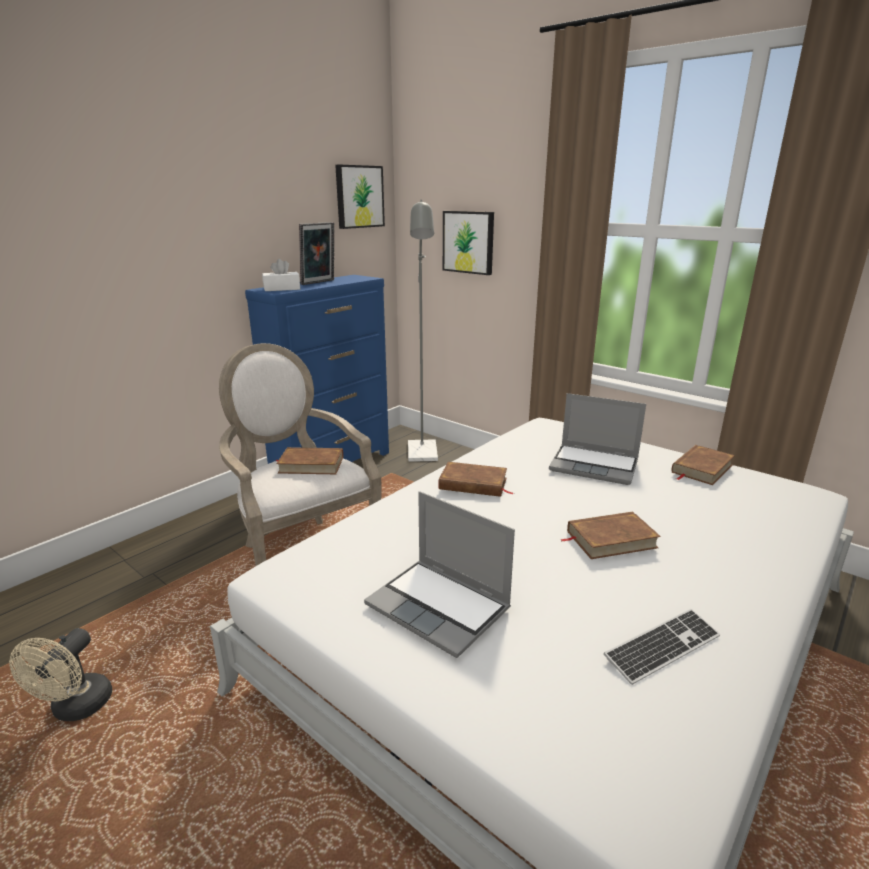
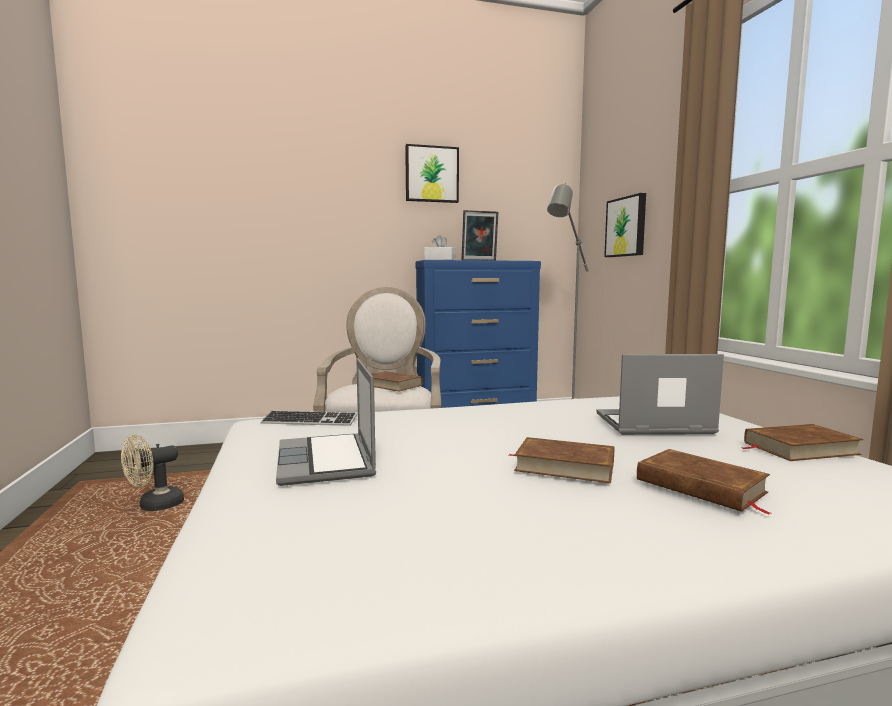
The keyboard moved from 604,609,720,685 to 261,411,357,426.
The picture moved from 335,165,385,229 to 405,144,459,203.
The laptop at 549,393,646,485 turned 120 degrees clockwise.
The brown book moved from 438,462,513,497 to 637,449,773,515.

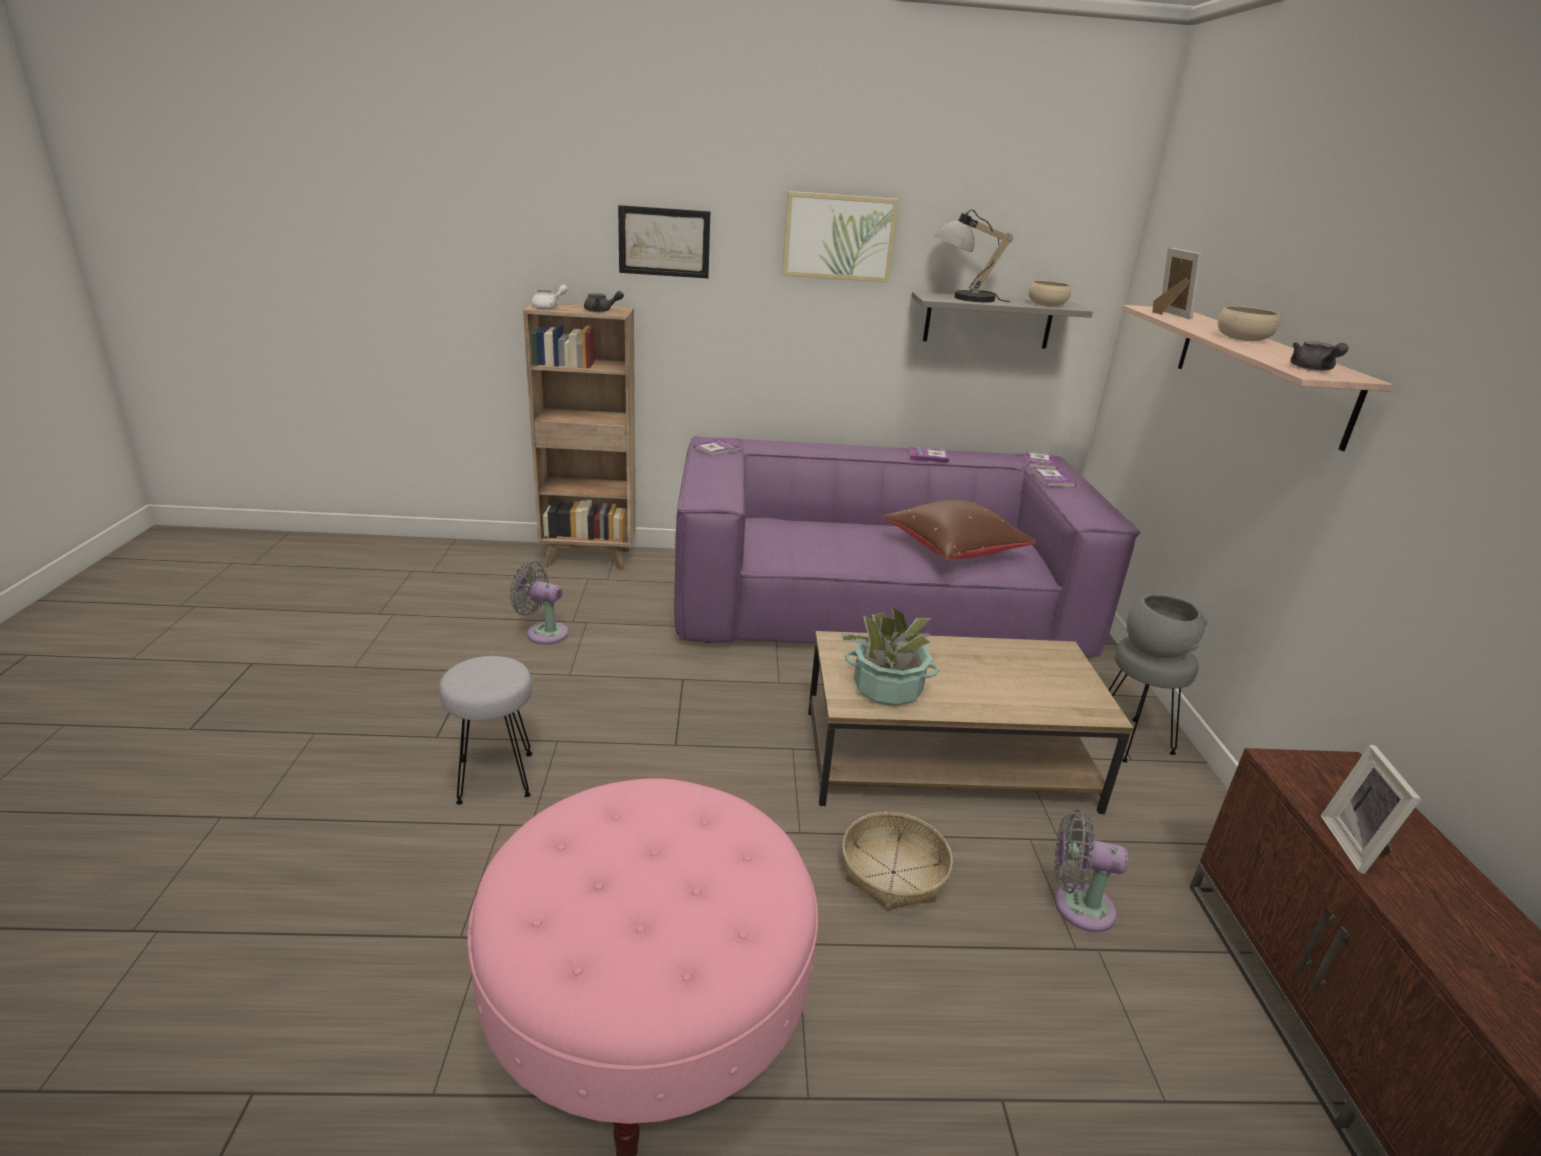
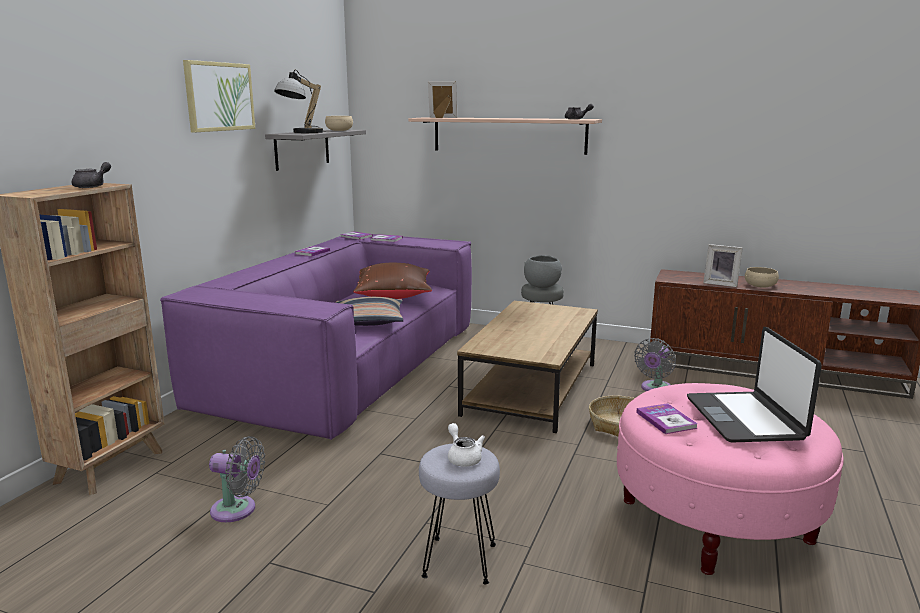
The grey fan at 510,561,569,645 turned 120 degrees counterclockwise.
The pillow at 336,297,404,326 appeared.
The white teapot moved from 531,285,568,309 to 448,423,485,467.
The book moved from 694,438,742,457 to 636,403,698,434.
The laptop at 687,327,822,442 appeared.
The beige bowl moved from 1218,306,1280,341 to 745,267,779,288.
The picture at 618,205,711,278 disappeared.
The potted plant at 841,607,940,706 disappeared.

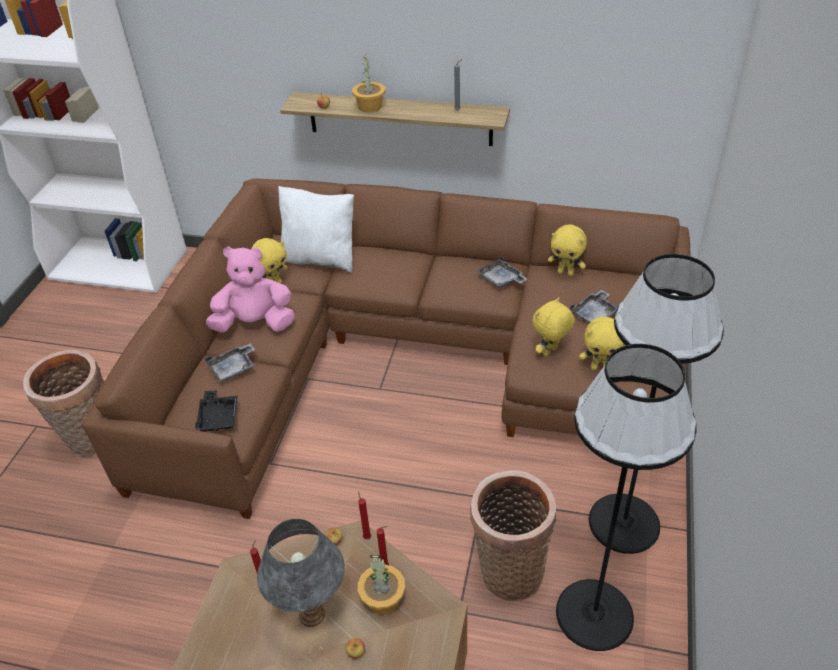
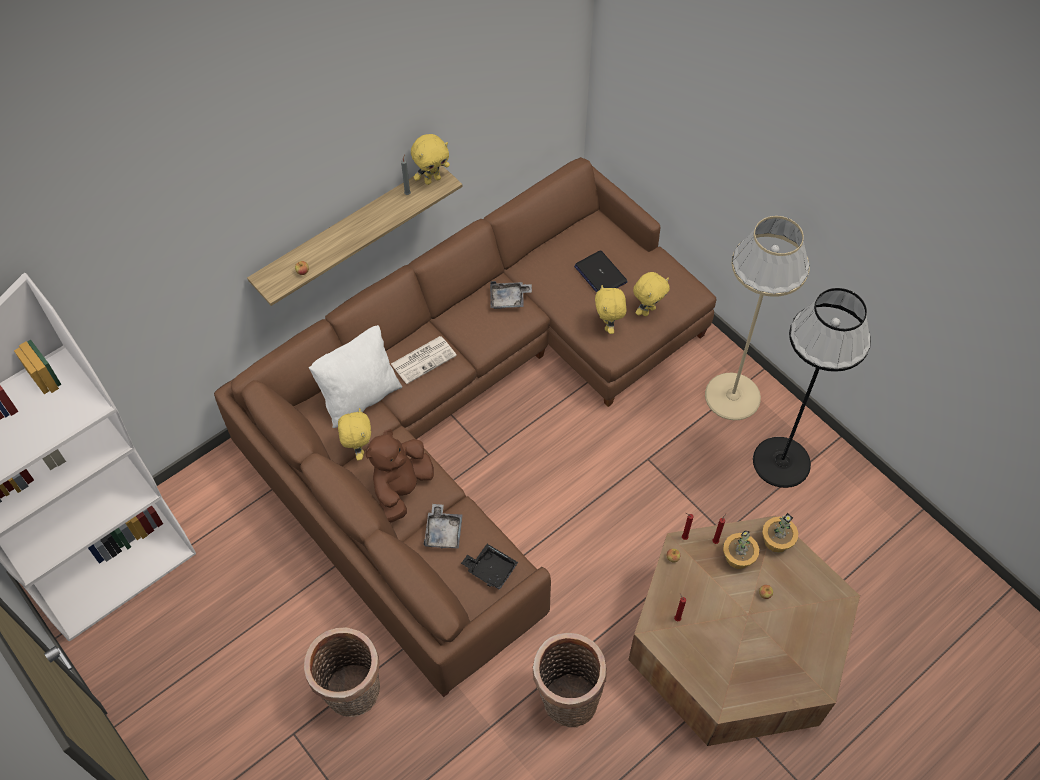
The pink plush toy at 206,246,295,333 became the brown plush toy at 365,429,434,523.
The newspaper at 391,336,457,384 appeared.
The yellow plush toy moved from 548,225,587,276 to 411,134,450,185.
The basket moved from 470,471,556,601 to 533,633,607,727.
The grey tray at 570,290,618,323 was replaced by the laptop at 574,250,628,293.
The black floor lamp at 589,254,724,554 became the beige floor lamp at 705,216,810,420.
The potted plant moved from 352,54,385,112 to 762,513,798,553.
The grey table lamp at 257,519,345,627 disappeared.

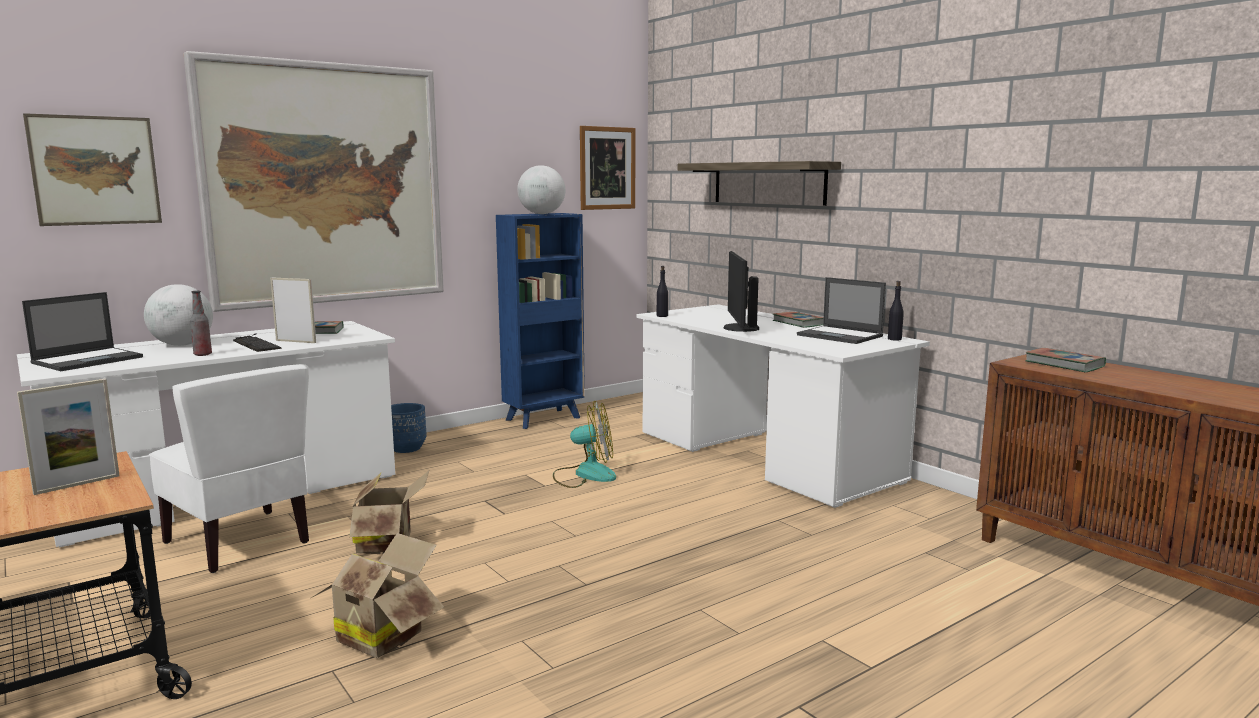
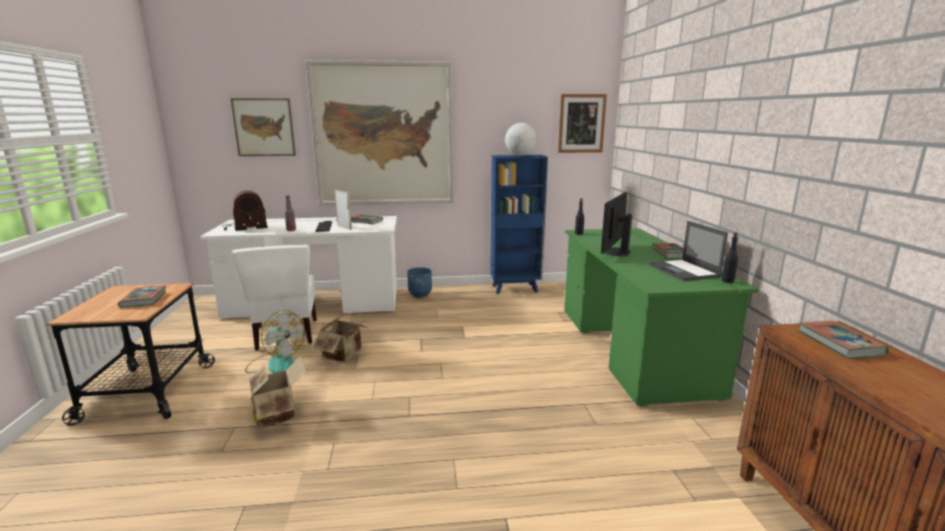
The picture frame at 17,379,120,495 was replaced by the book at 118,285,166,308.
The laptop at 22,292,143,371 was replaced by the radio at 222,190,268,231.
The fan moved from 553,401,616,488 to 245,310,305,373.
The white desk at 636,304,930,508 became the green desk at 564,228,759,406.
The globe at 144,284,213,346 disappeared.
The shelf at 678,161,841,206 disappeared.

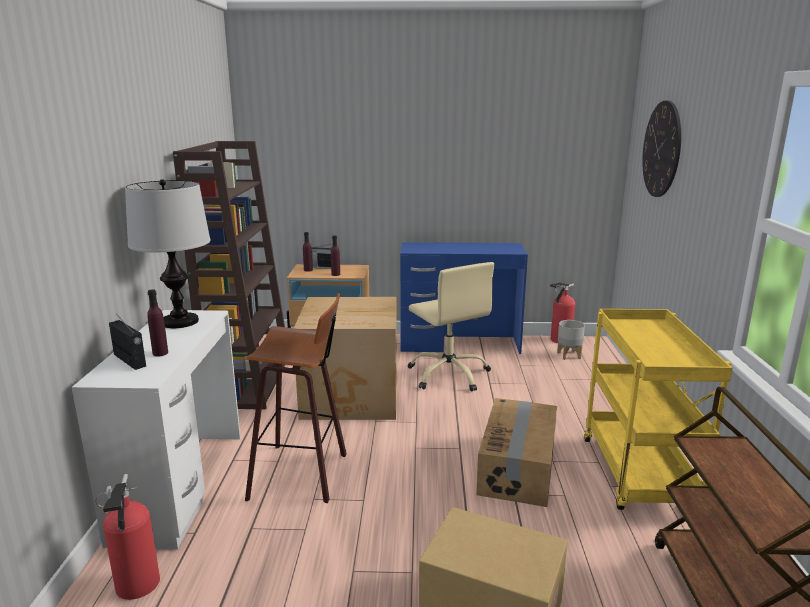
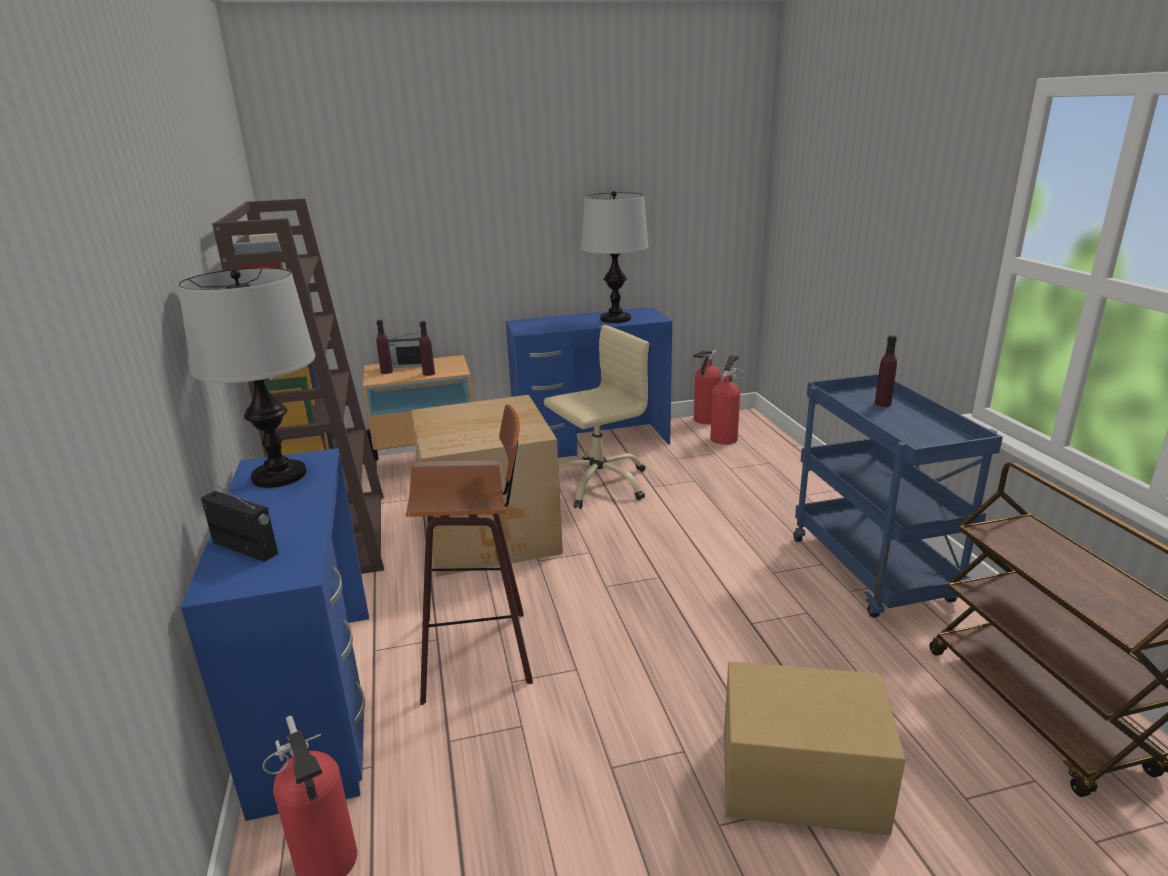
The white desk at 72,310,241,550 became the blue desk at 181,448,369,821.
The beige office chair at 408,262,494,392 turned 75 degrees counterclockwise.
The table lamp at 581,191,648,323 appeared.
The grey planter at 557,320,585,360 was replaced by the fire extinguisher at 710,355,743,445.
The yellow cart at 584,309,733,510 became the blue cart at 793,374,1003,618.
The purple bottle moved from 147,289,168,357 to 875,335,897,407.
The cardboard box at 476,398,557,507 disappeared.
The wall clock at 642,101,681,197 disappeared.

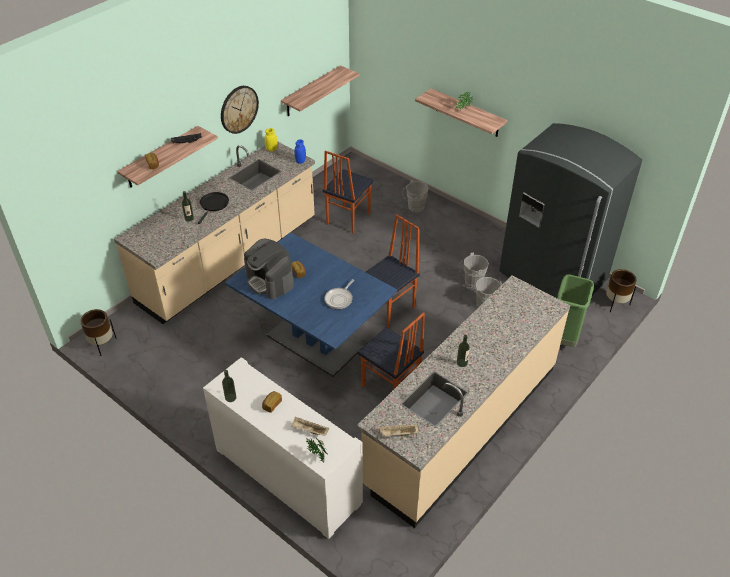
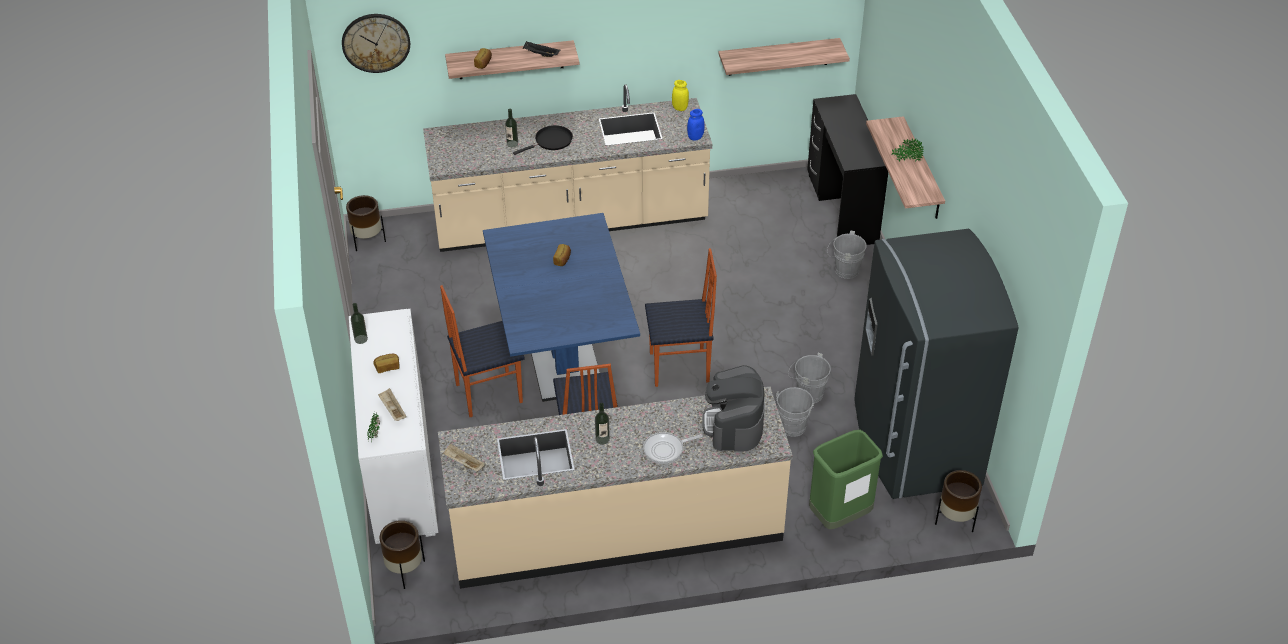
The wall clock moved from 221,86,259,134 to 342,14,410,73.
The brown planter at 380,520,425,589 appeared.
The chair moved from 323,151,374,234 to 440,285,525,417.
The frying pan moved from 325,279,354,309 to 643,432,702,464.
The coffee machine moved from 244,239,294,299 to 702,365,765,451.
The black desk at 807,94,888,245 appeared.

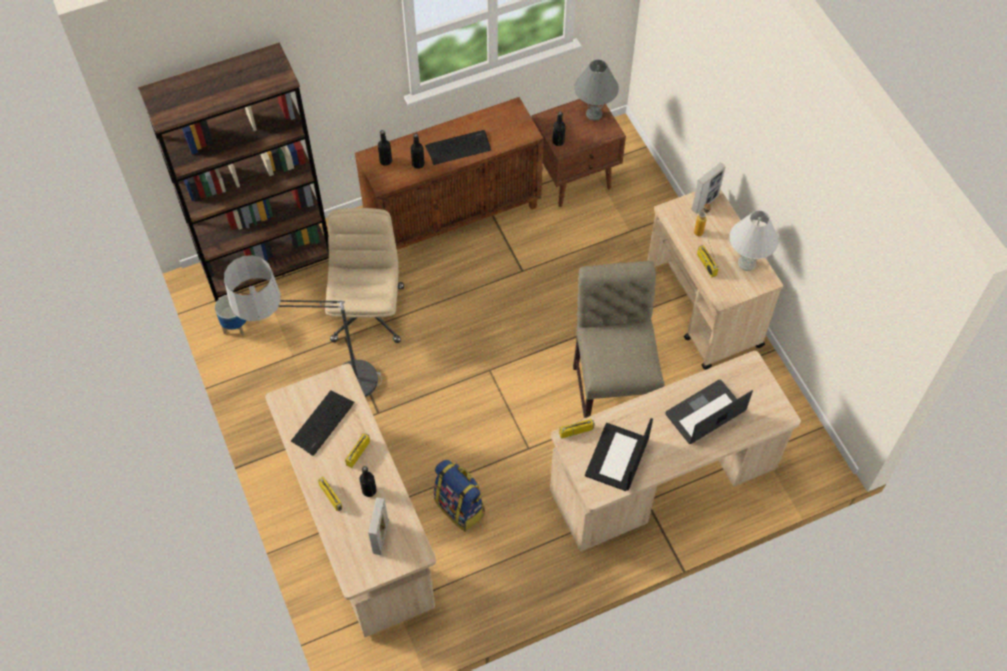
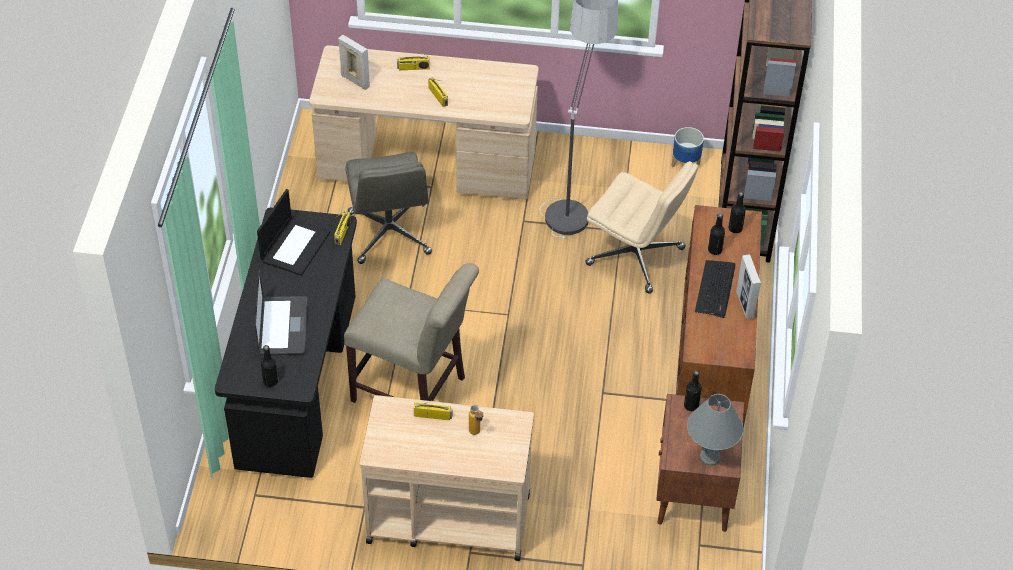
The beige desk at 550,351,801,552 became the black desk at 215,208,357,478.
The laptop at 585,418,653,491 turned 60 degrees clockwise.
The black bottle moved from 359,466,377,497 to 261,345,278,387.
The backpack at 434,460,485,532 was replaced by the grey office chair at 346,152,432,264.
The picture frame moved from 692,162,725,213 to 736,254,761,319.
The keyboard at 291,390,354,456 disappeared.
The white table lamp at 729,210,779,271 disappeared.

